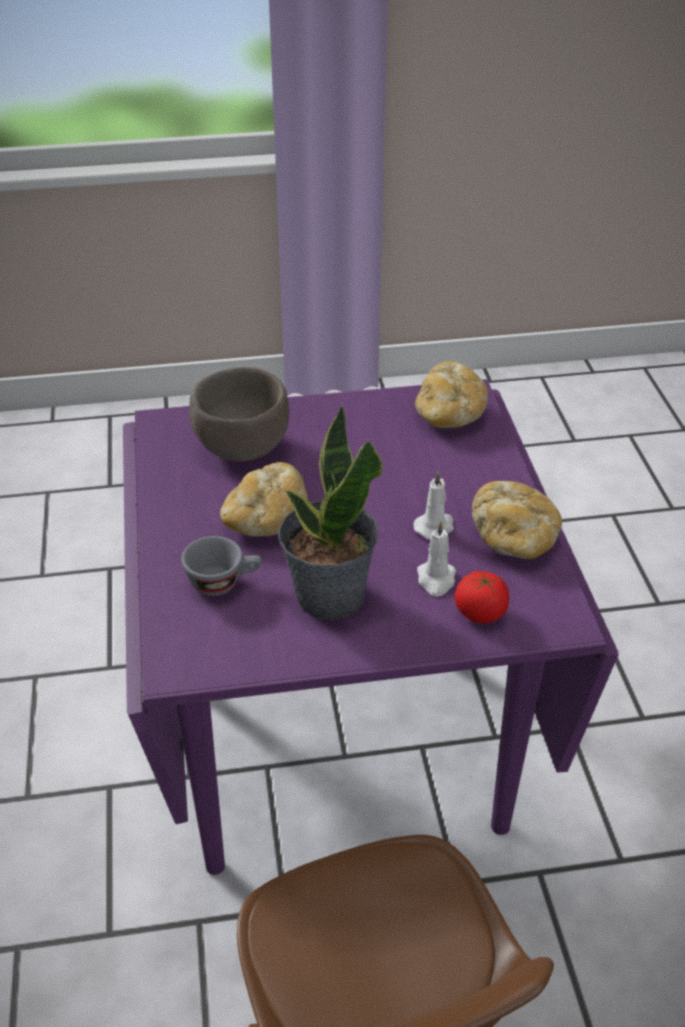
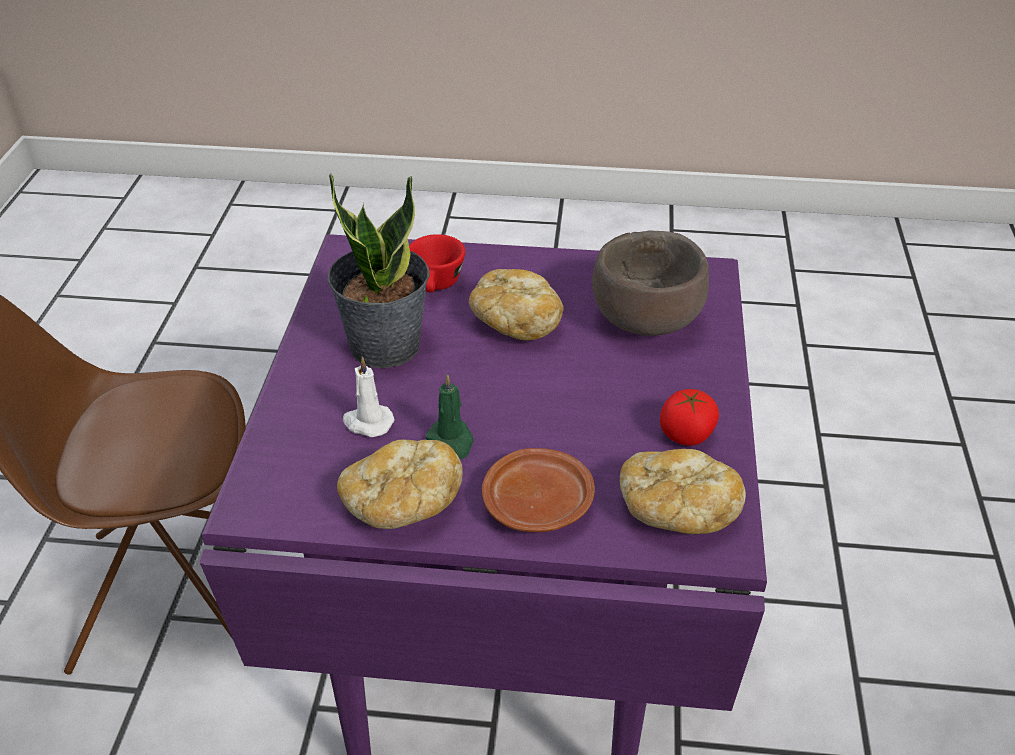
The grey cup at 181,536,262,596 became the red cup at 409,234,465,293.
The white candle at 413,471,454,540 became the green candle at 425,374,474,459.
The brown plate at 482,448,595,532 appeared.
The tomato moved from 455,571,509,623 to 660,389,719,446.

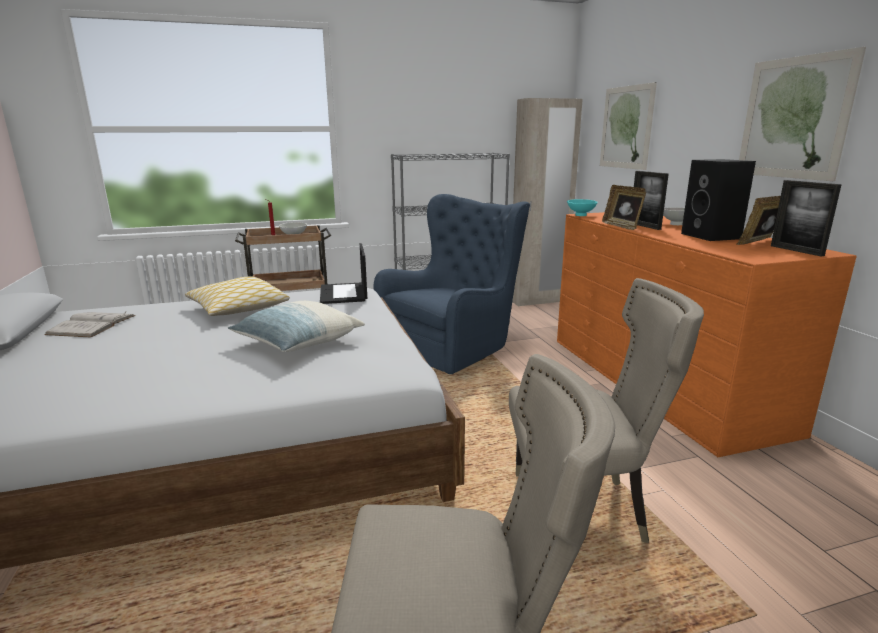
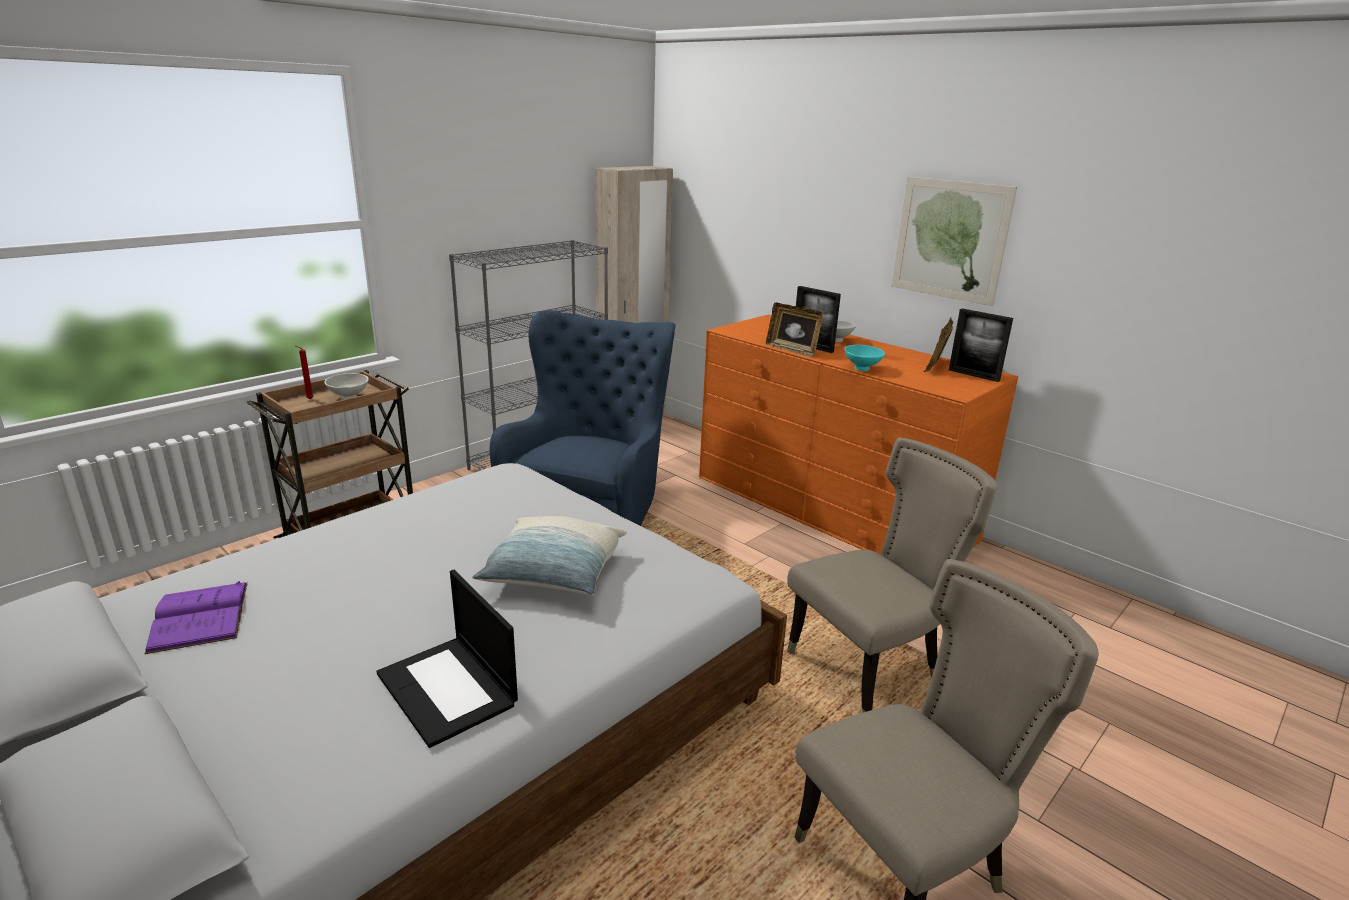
The white book at 44,312,136,338 became the purple book at 145,581,248,654.
The laptop moved from 320,243,367,304 to 376,570,518,748.
The turquoise bowl moved from 567,199,598,216 to 845,345,885,371.
The pillow at 185,276,290,316 disappeared.
The picture at 600,82,657,170 disappeared.
The black speaker at 681,159,756,241 disappeared.

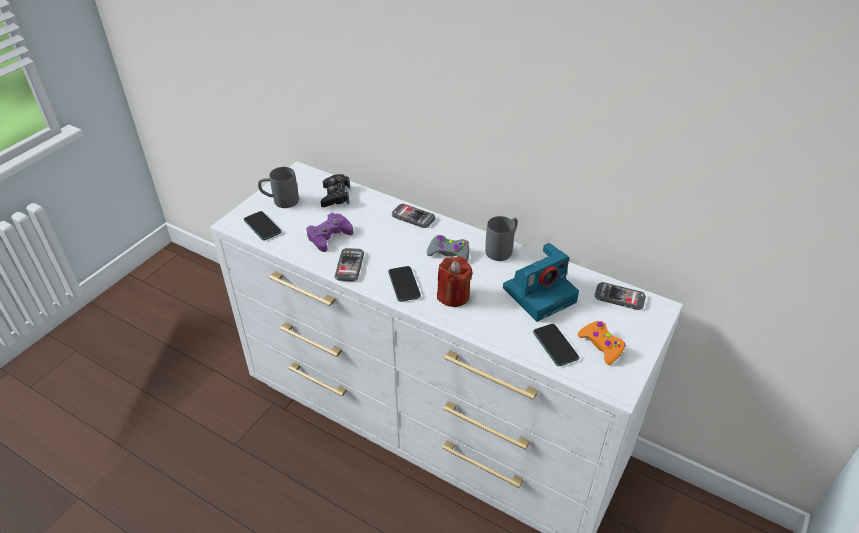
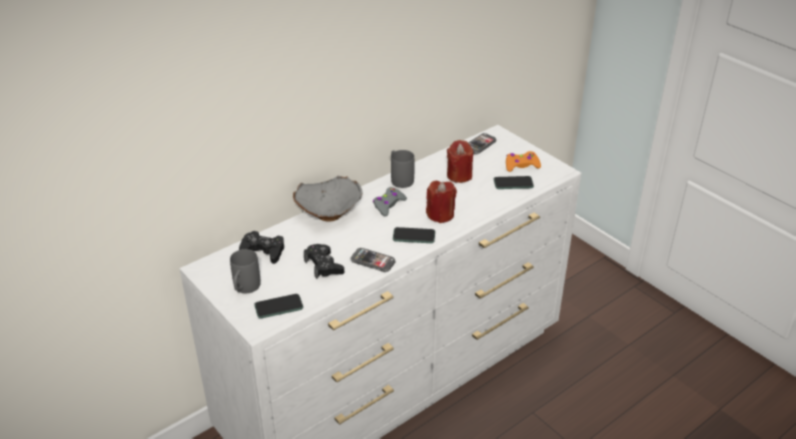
The phone at 392,204,435,228 was replaced by the grey bowl at 293,176,362,222.
The purple game controller at 306,213,353,252 became the black game controller at 304,244,344,279.
The photo camera at 503,243,579,322 was replaced by the red candle at 447,140,473,183.

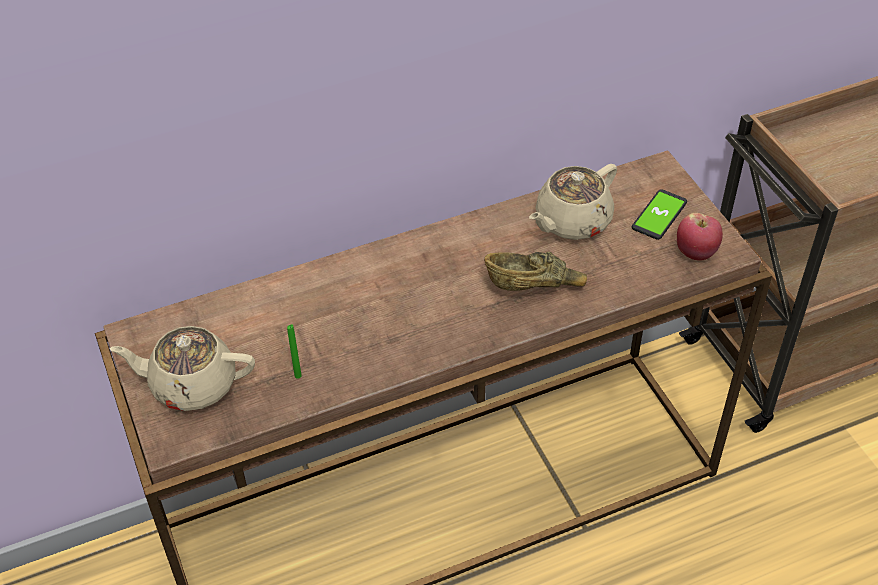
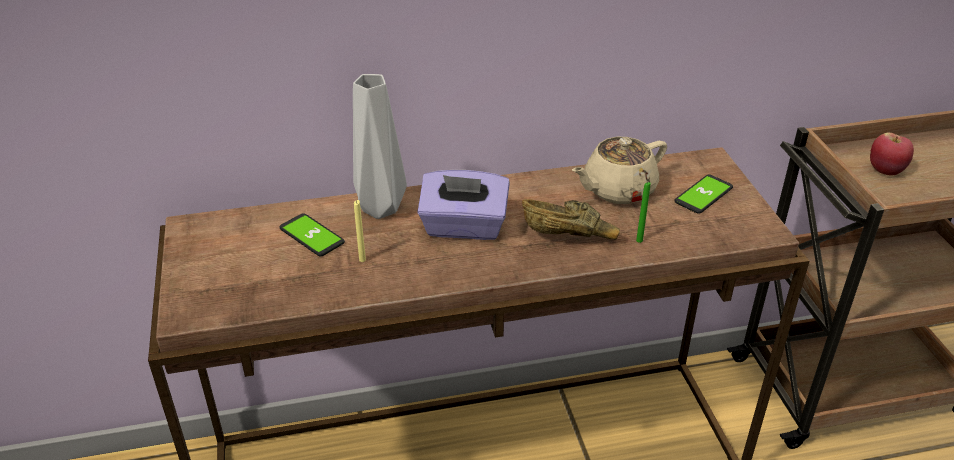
The phone at 279,213,345,256 appeared.
The grey vase at 353,74,407,219 appeared.
The yellow candle at 354,200,366,262 appeared.
The purple tissue box at 417,170,510,240 appeared.
The green candle moved from 287,324,302,379 to 636,182,650,243.
The apple moved from 677,213,723,261 to 870,133,914,175.
The beige teapot at 109,326,255,411 disappeared.

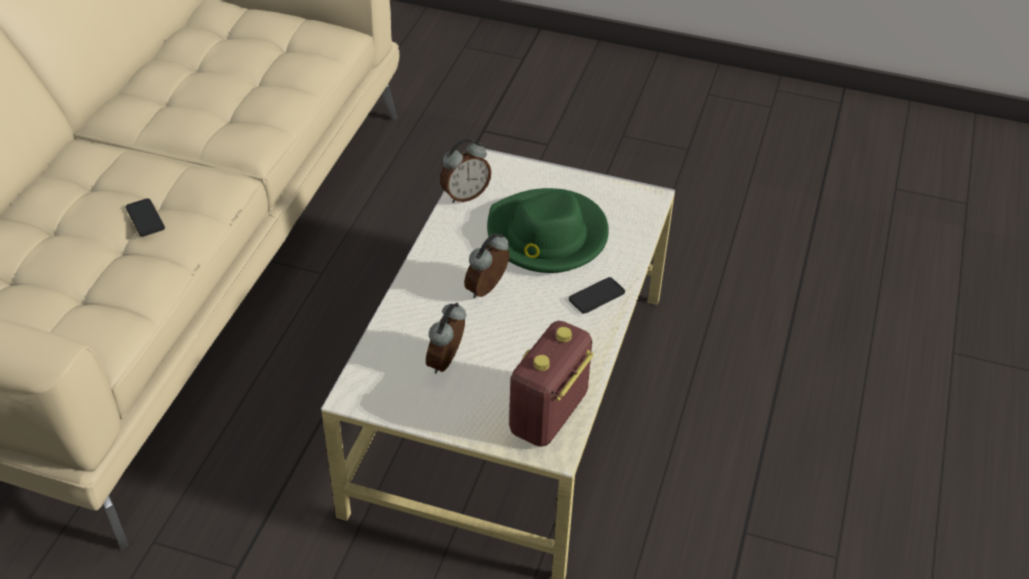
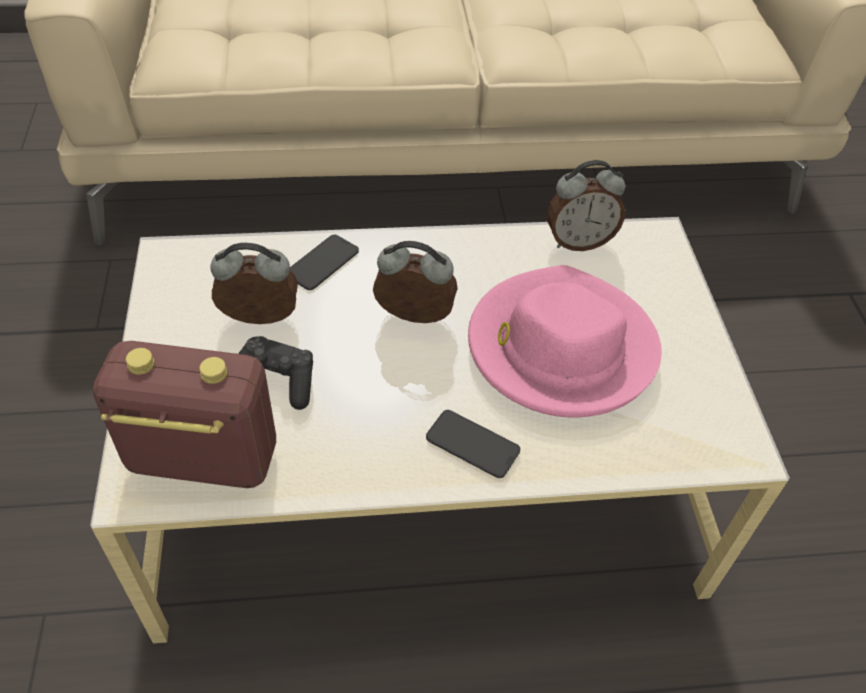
The black game controller at 238,336,313,410 appeared.
The phone moved from 126,198,165,237 to 290,235,359,290.
The green hat at 487,188,609,273 became the pink hat at 468,265,662,418.
The alarm clock at 440,139,491,203 turned 45 degrees counterclockwise.

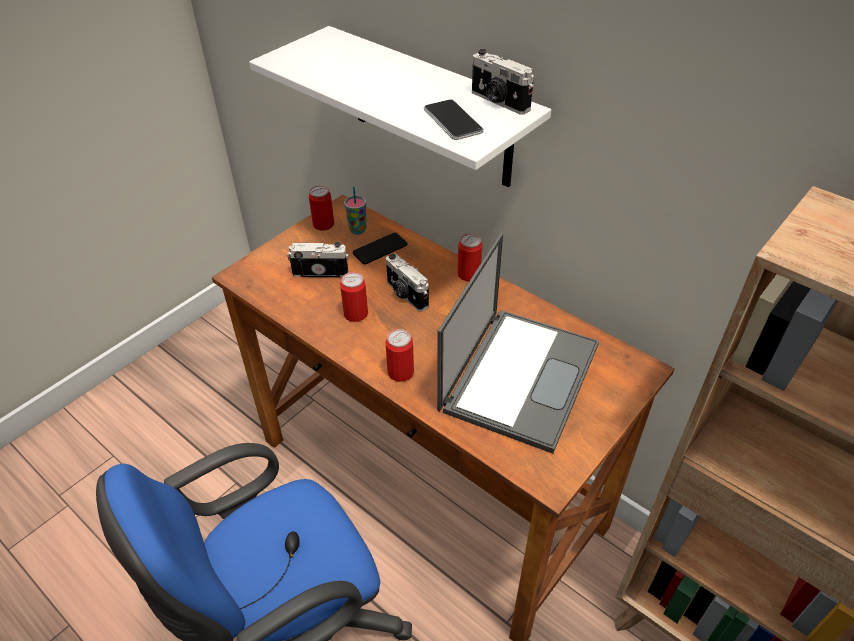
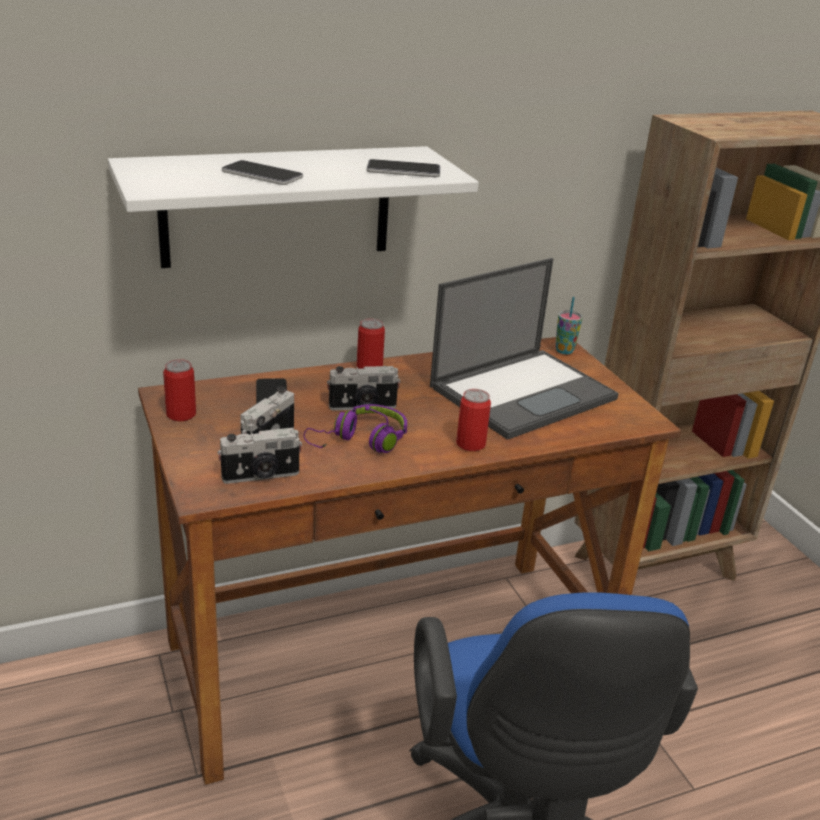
The photo camera moved from 472,49,534,114 to 218,428,302,484.
The phone at 222,160,303,185 appeared.
The can at 340,272,368,322 was replaced by the purple headphones at 304,404,407,453.
The laptop at 437,233,599,454 turned 90 degrees clockwise.
The cup moved from 344,187,366,234 to 555,297,583,354.

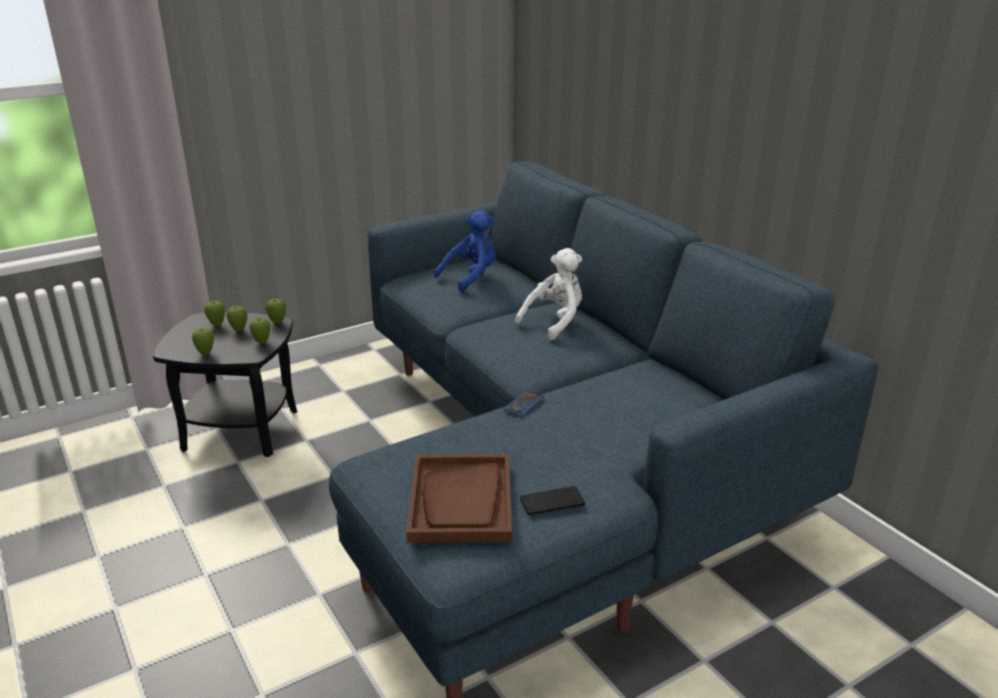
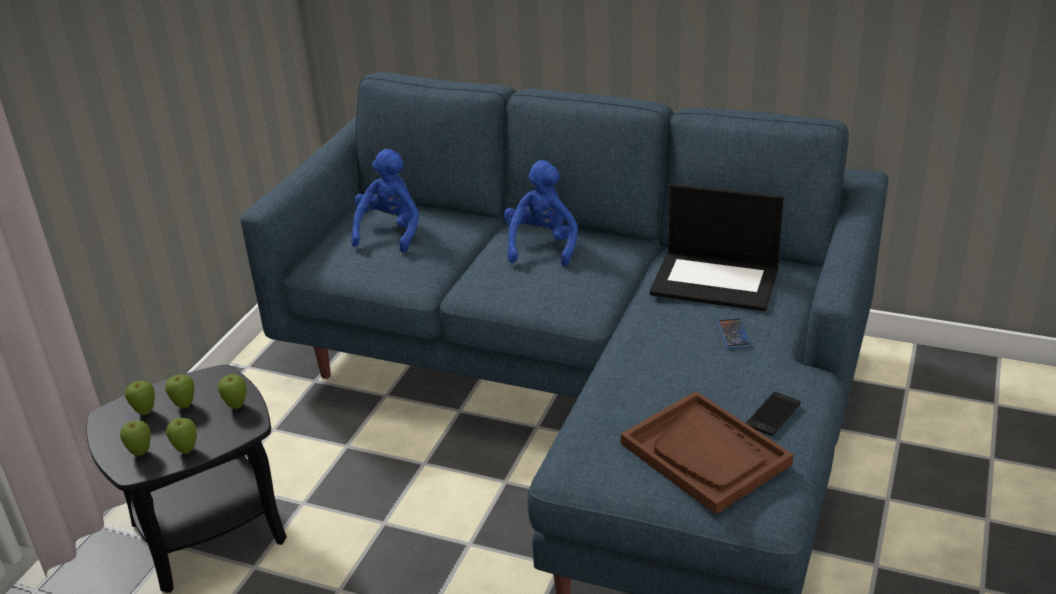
The apple moved from 266,299,286,324 to 120,420,151,456.
The white plush toy at 515,248,582,340 became the blue plush toy at 504,160,578,267.
The laptop at 650,183,784,311 appeared.
The phone moved from 503,390,544,417 to 717,318,752,349.

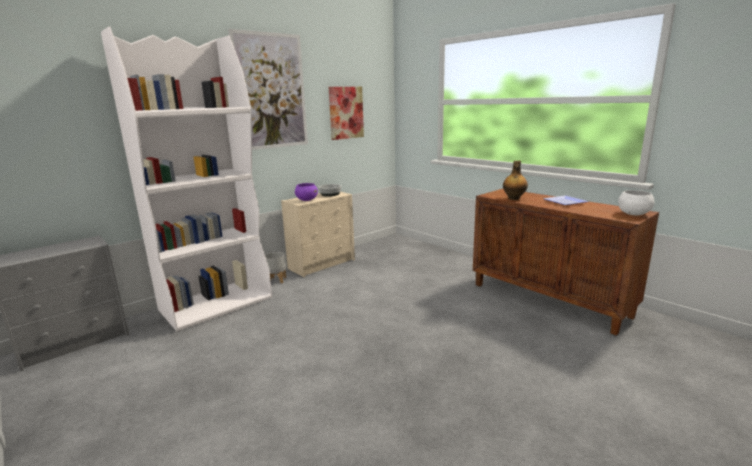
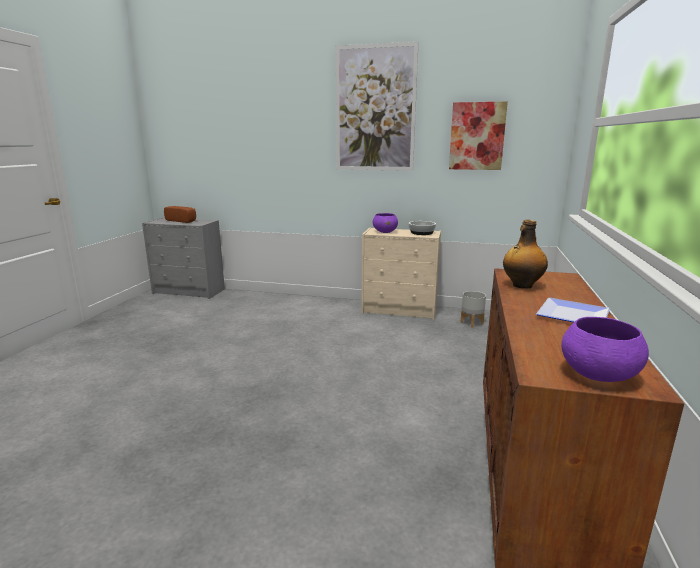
The bread at 164,206,196,223 appeared.
The grey planter moved from 265,252,286,283 to 461,291,486,328.
The white bowl at 618,190,655,215 became the purple bowl at 561,317,649,382.
The white bookcase at 101,26,272,331 disappeared.

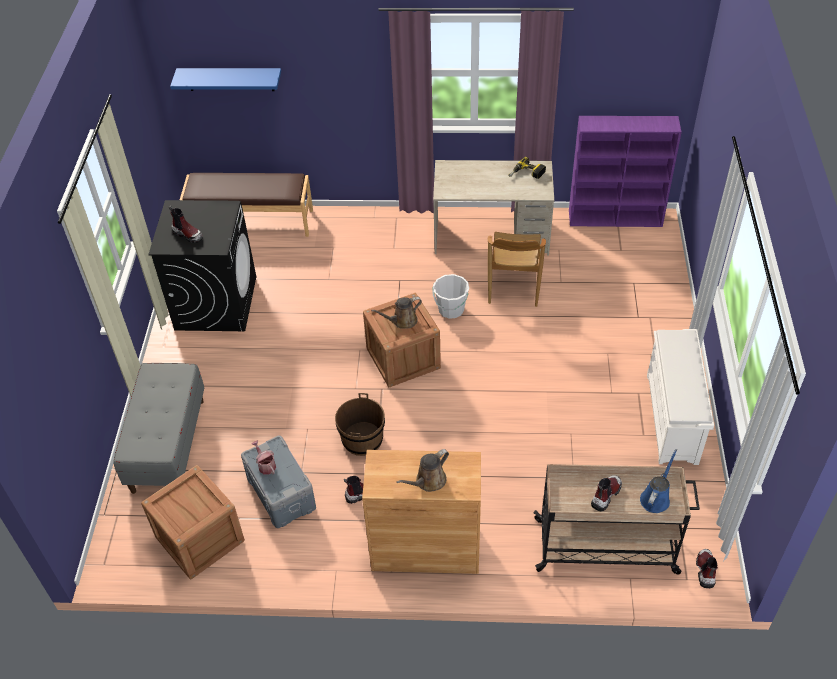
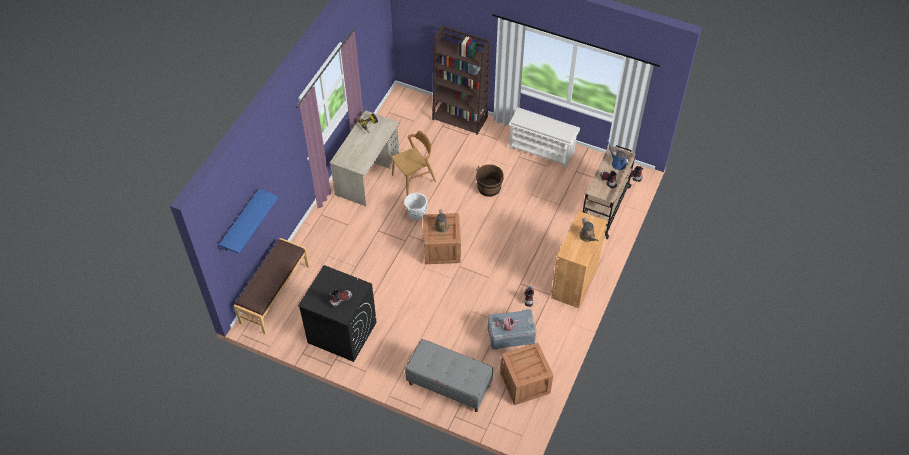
The brown chair at 488,232,546,307 turned 60 degrees counterclockwise.
The brown bookcase at 432,26,491,135 appeared.
The brown bucket moved from 335,393,385,456 to 476,164,504,197.
The purple bookcase at 569,116,682,227 disappeared.

